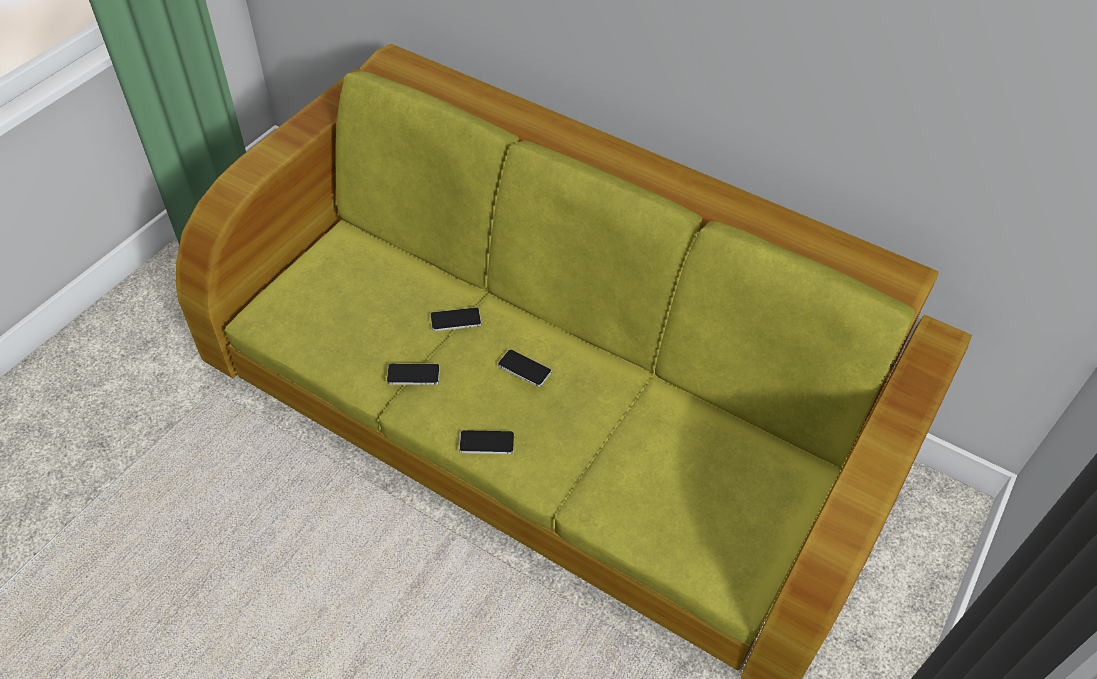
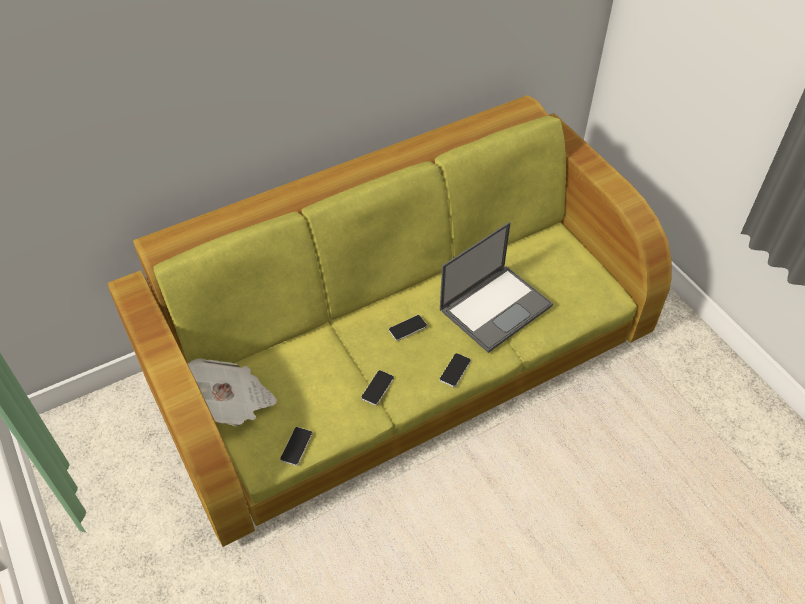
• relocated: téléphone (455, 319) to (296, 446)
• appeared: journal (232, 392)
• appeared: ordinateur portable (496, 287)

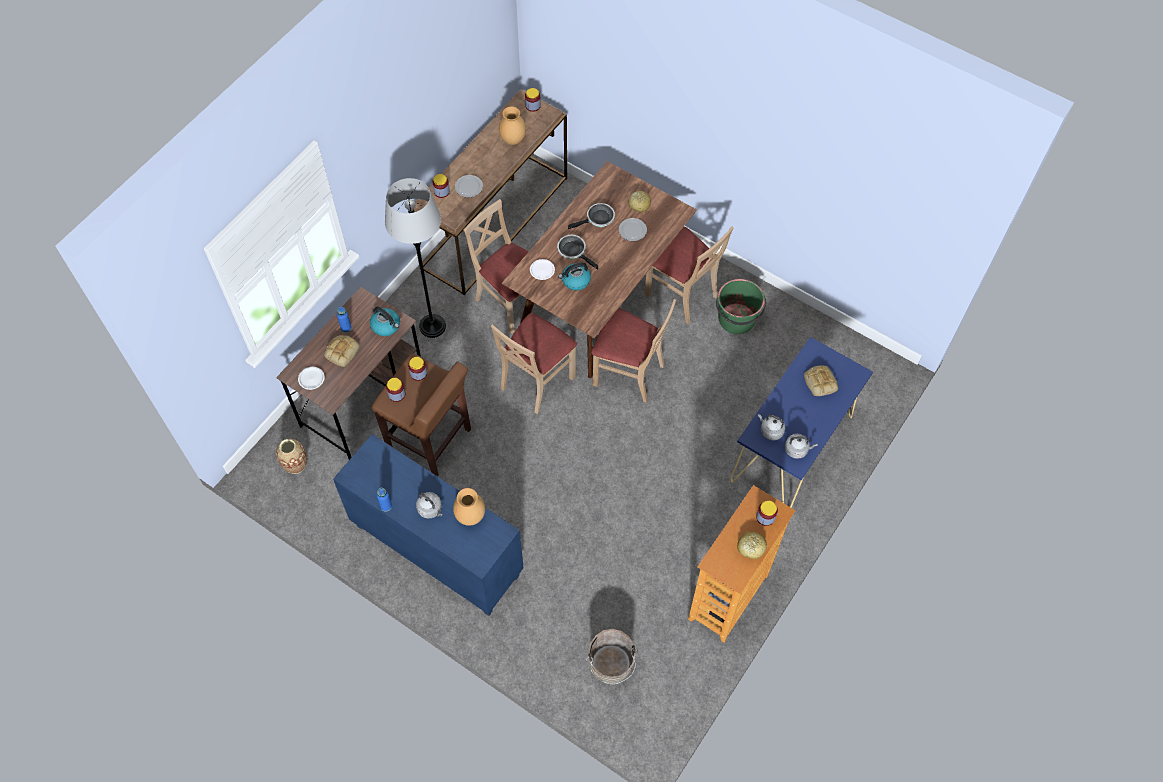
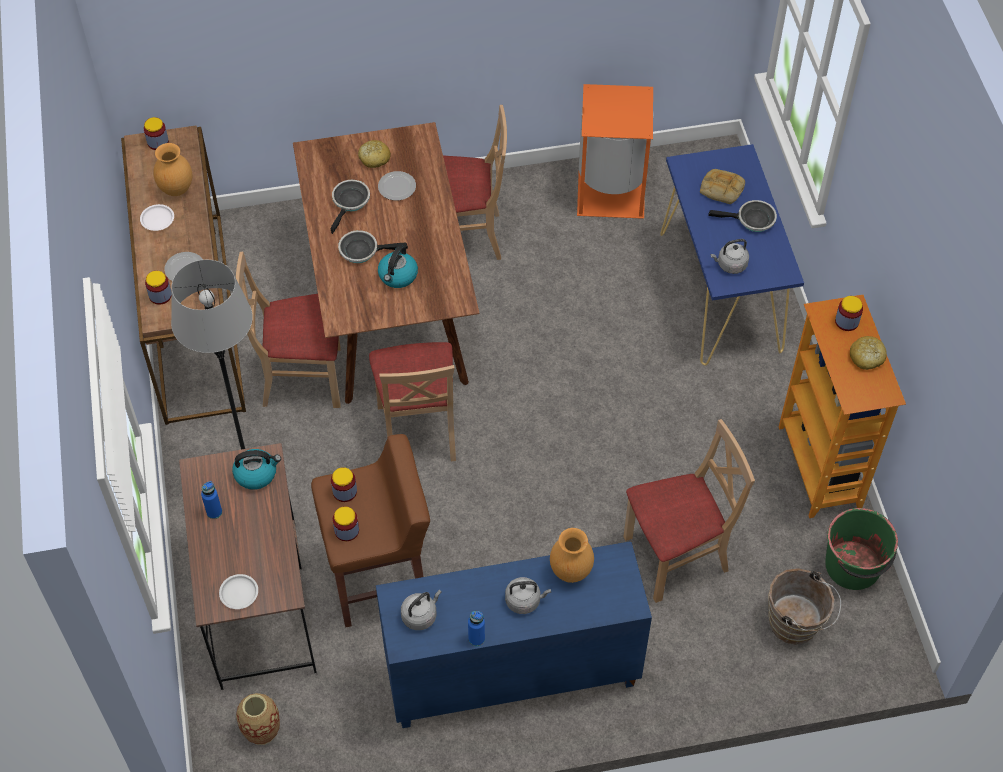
• missing: pain (342, 351)
• relocated: assiette/blanc (542, 269) to (157, 217)
• relocated: chaise/beige (633, 350) to (689, 511)
• relocated: seau/vert (741, 306) to (861, 549)
• relocated: bouilloire/gris (801, 446) to (421, 610)
• appeared: poubelle/orange (615, 151)
• appeared: poêle (742, 216)

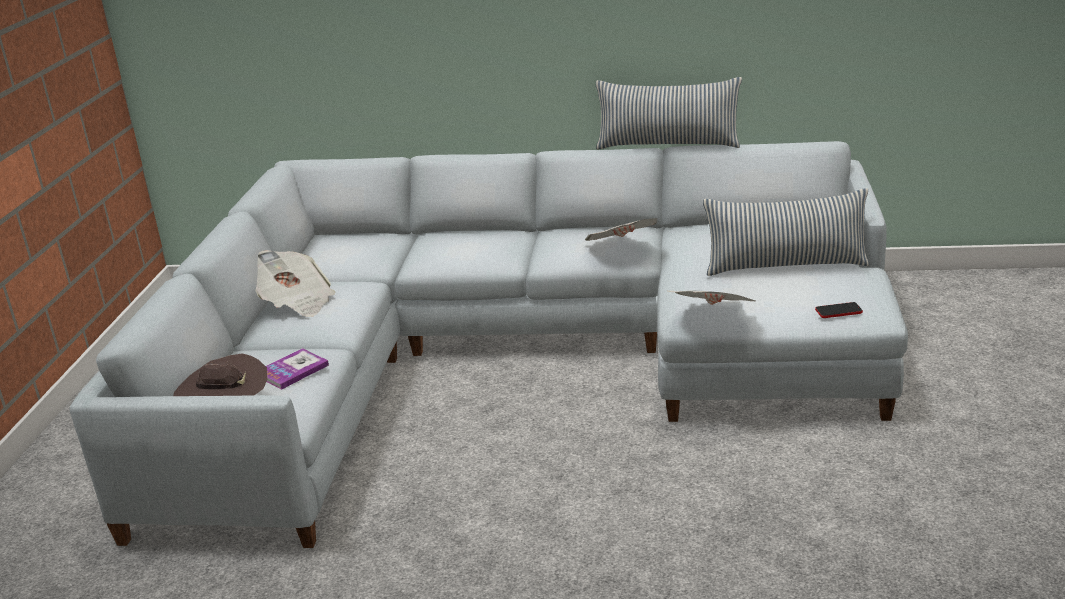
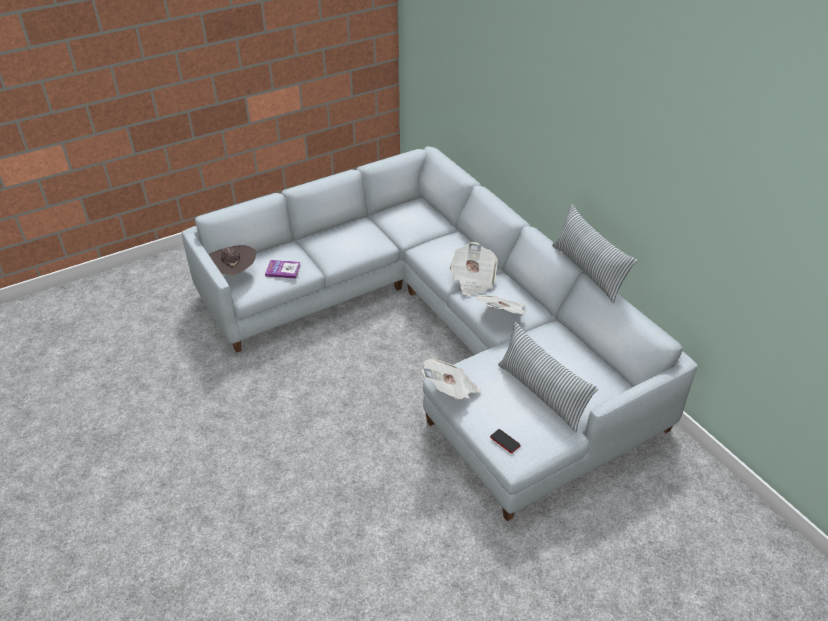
• relocated: journal (296, 283) to (474, 269)

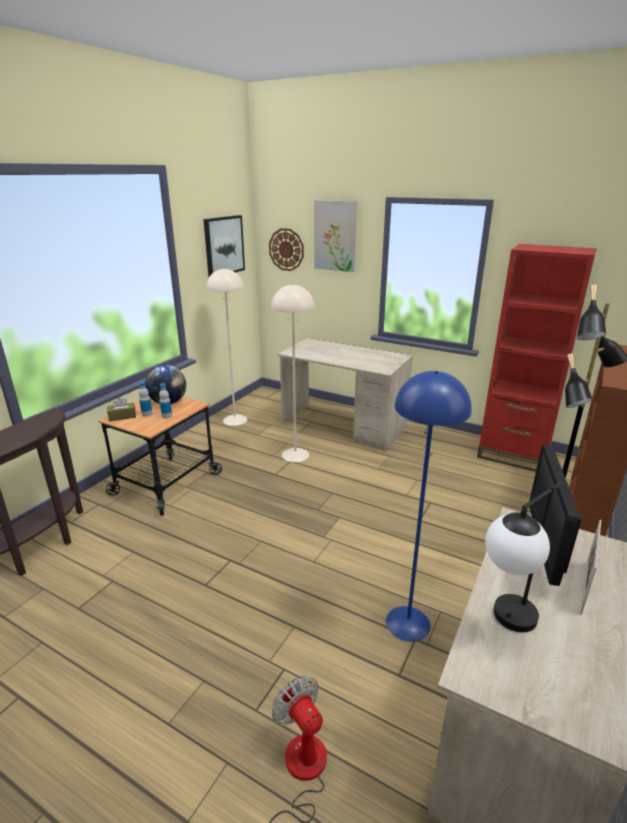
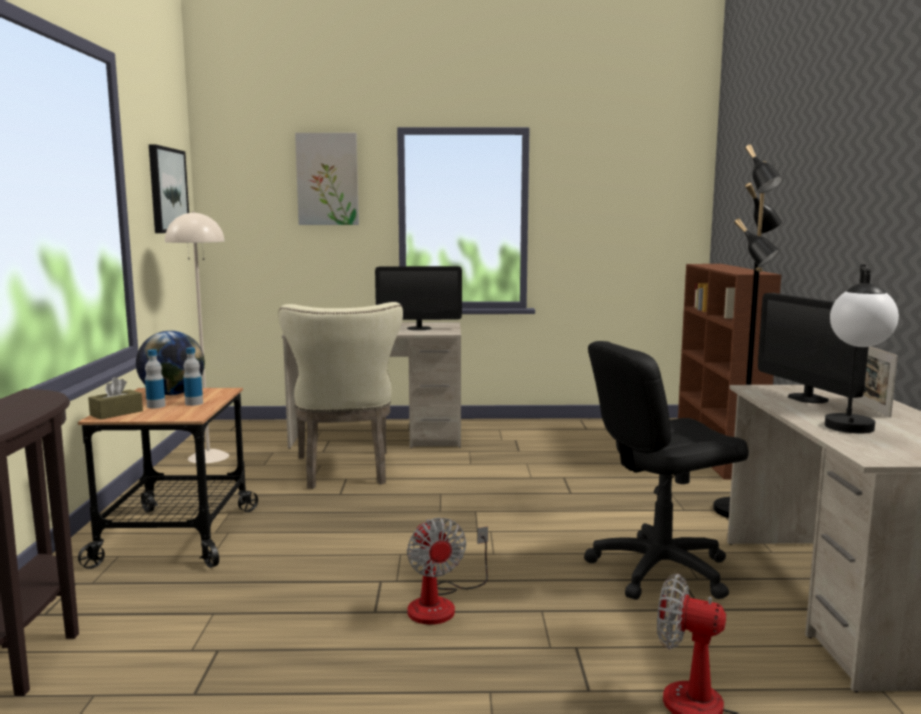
• missing: horloge murale (286, 249)
• exchanged: lampadaire/beige (292, 373) to chaise/beige (340, 395)
• exchanged: lampadaire/bleu (429, 506) to chaise de bureau/noir (666, 470)
• missing: bibliothèque/rouge (537, 358)
• appeared: écran d'ordinateur (418, 298)
• appeared: ventilateur (447, 571)

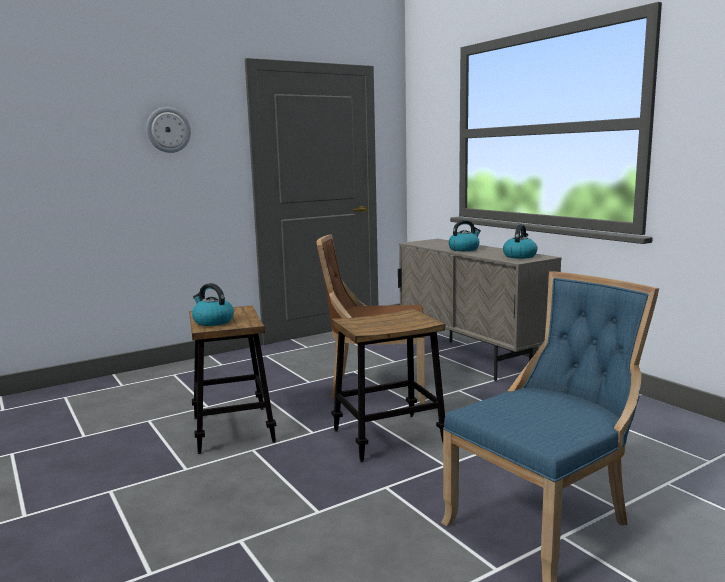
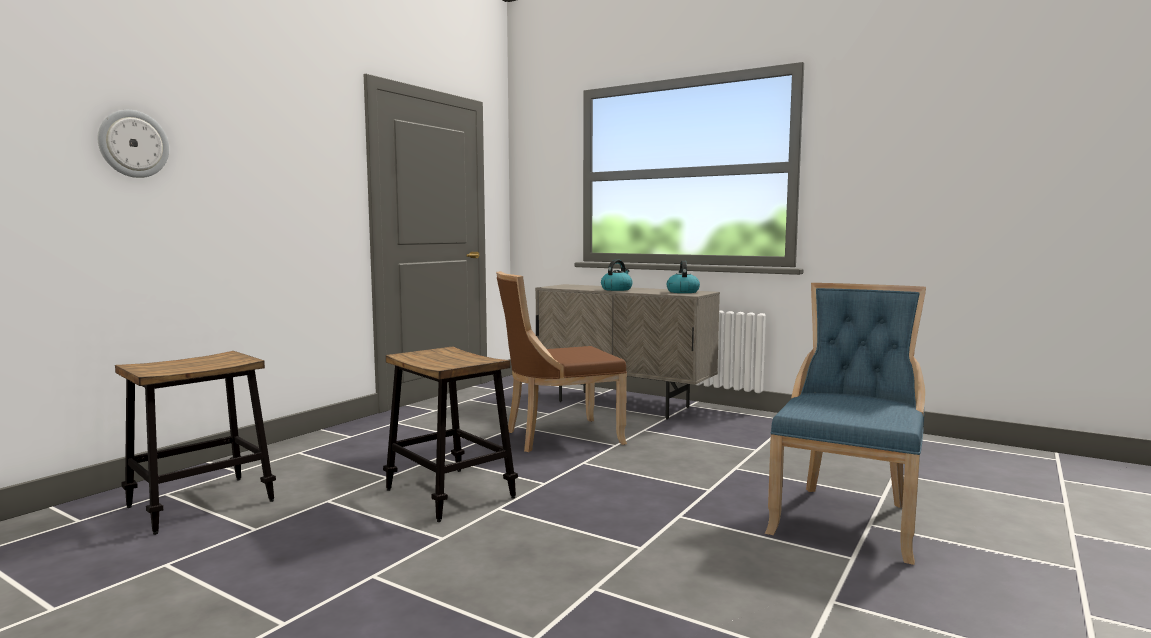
• relocated: horloge murale (168, 130) to (133, 144)
• missing: bouilloire (213, 304)
• relocated: tabouret (388, 385) to (195, 443)

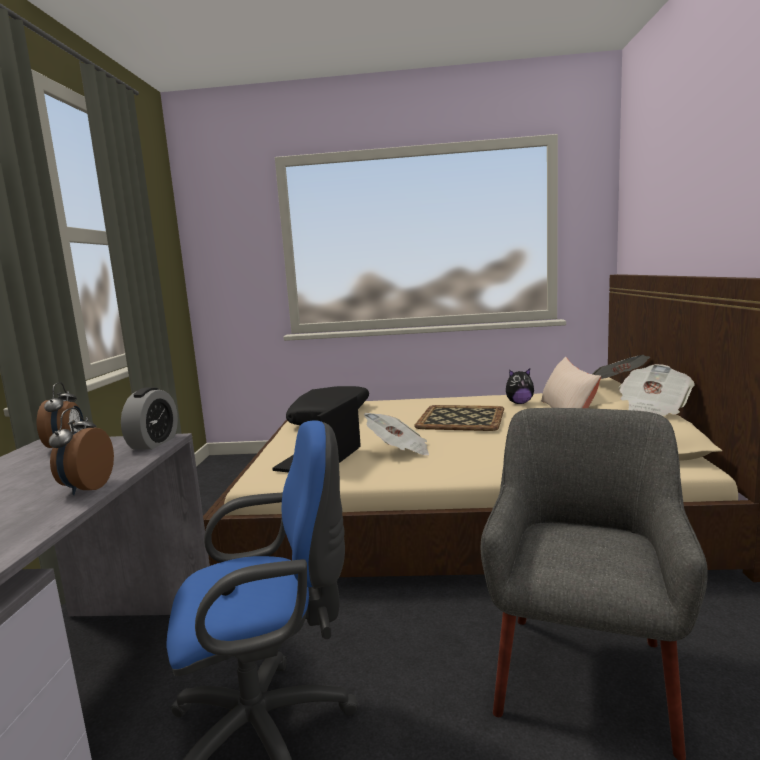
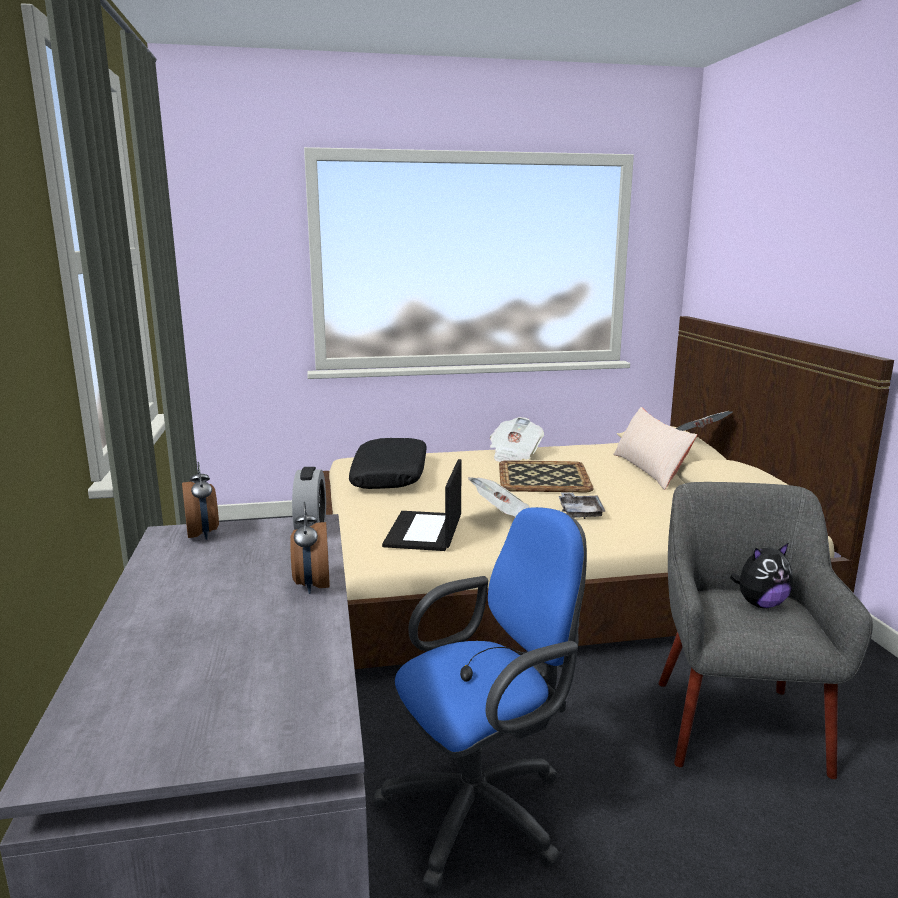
• relocated: peluche (520, 386) to (761, 575)
• relocated: journal (657, 390) to (517, 439)
• appeared: plateau/gris (582, 505)

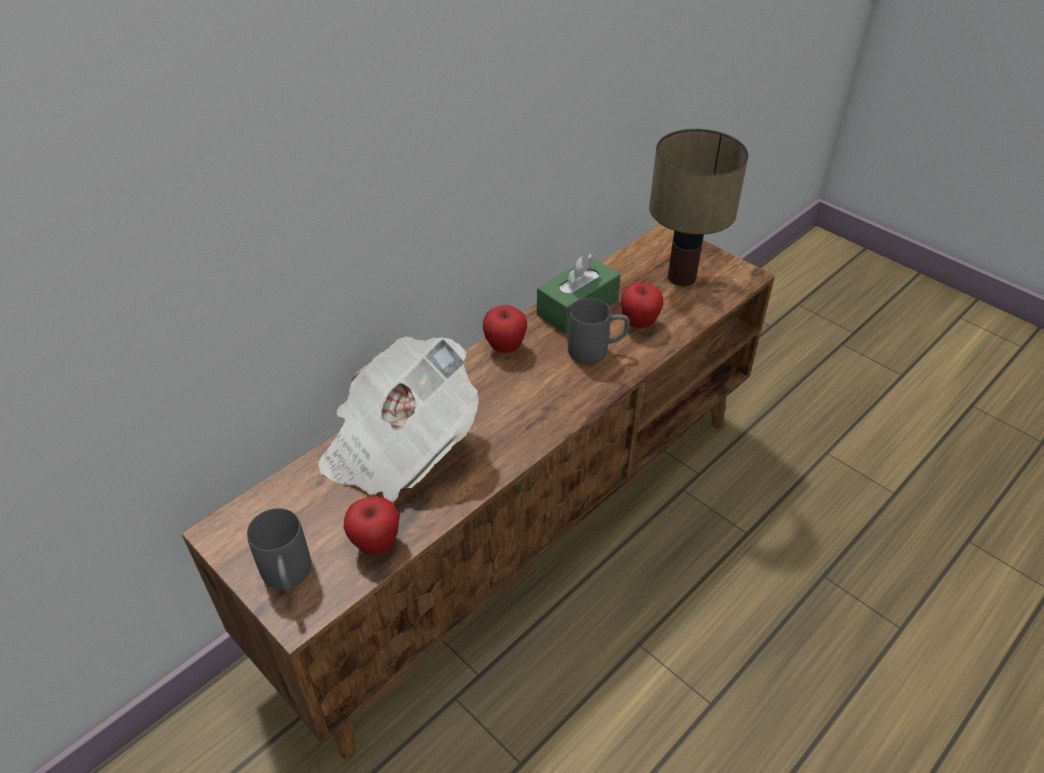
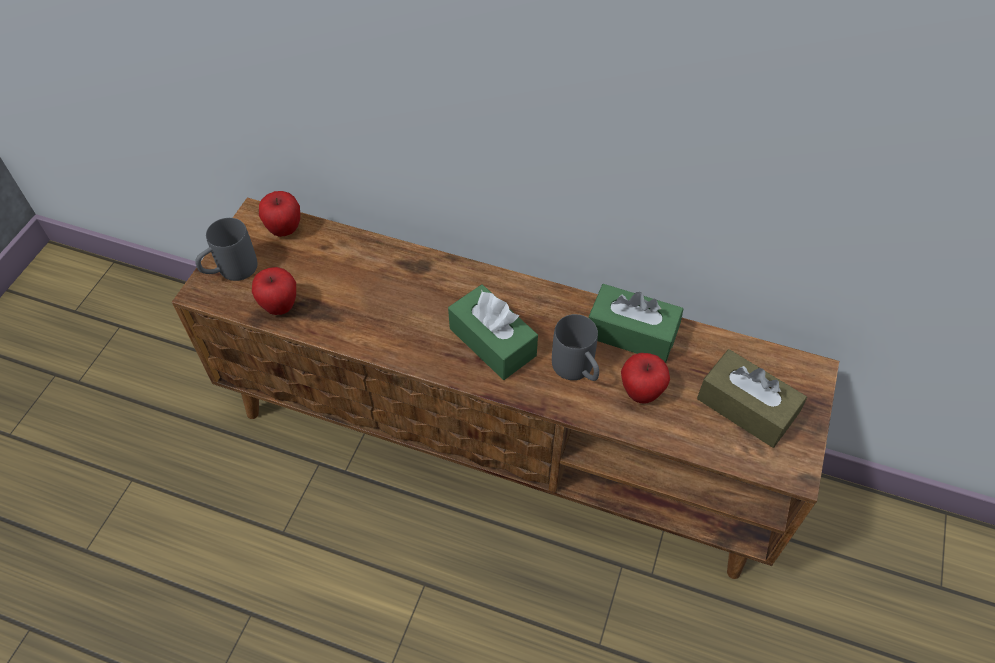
• missing: journal (398, 419)
• relocated: pomme (505, 329) to (279, 214)
• exchanged: lampe de table (699, 207) to boîte à mouchoirs/marron (752, 398)
• appeared: boîte à mouchoirs/vert (493, 332)

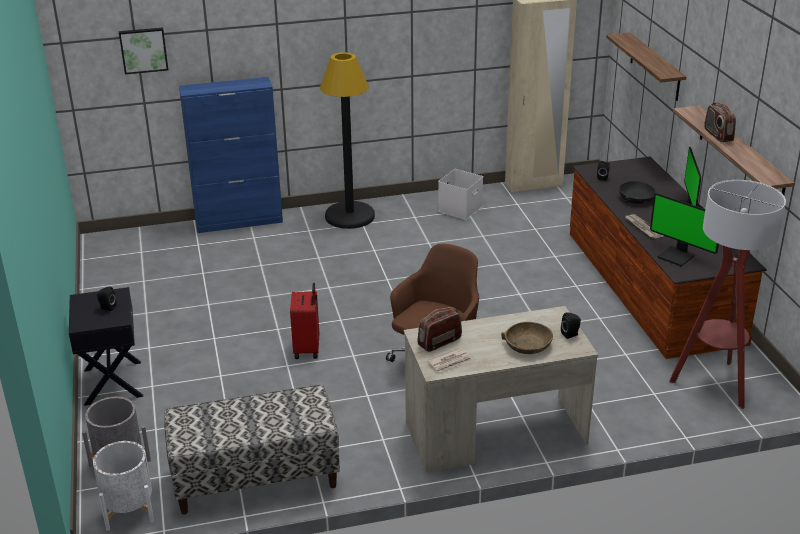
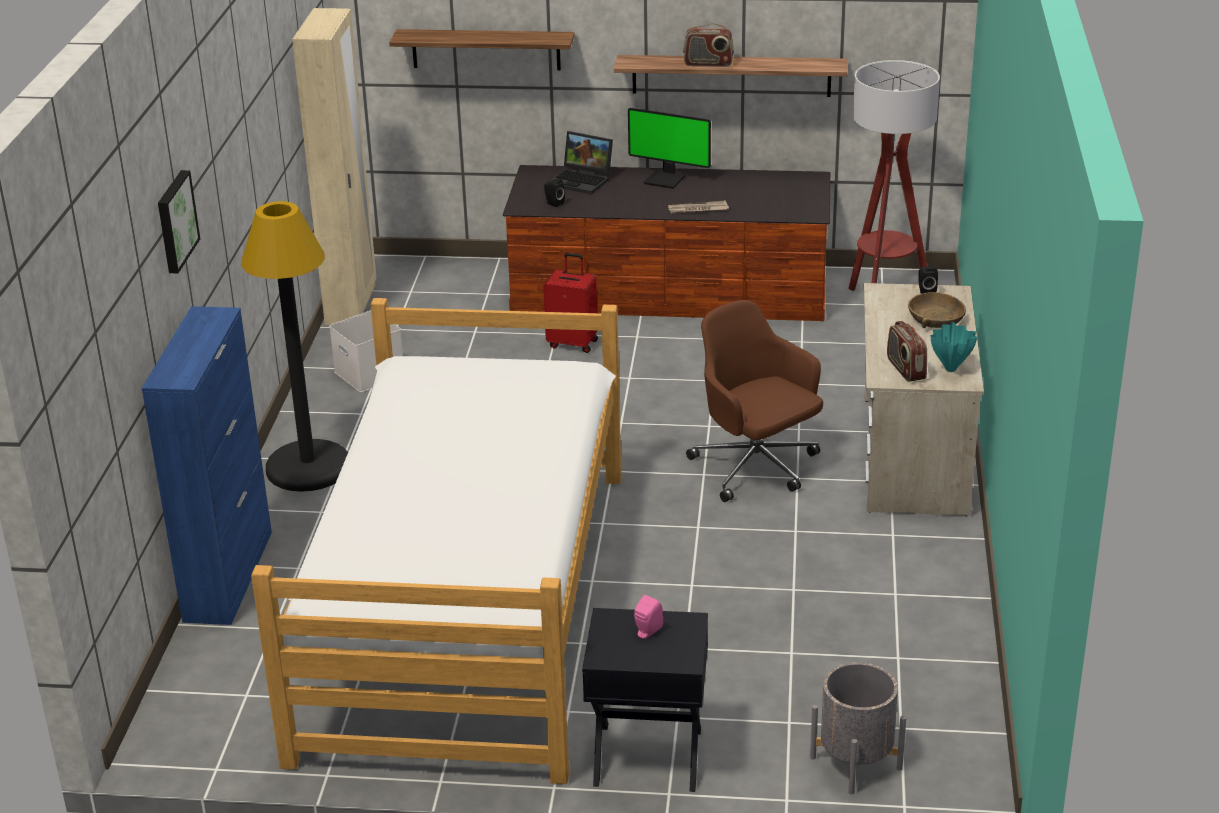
• missing: cache-pot/blanc (123, 486)
• colour: enceinte/noir (107, 299) to enceinte/rose (648, 617)
• relocated: tableau (143, 51) to (179, 221)
• missing: banc (252, 449)
• relocated: valise/rouge (304, 321) to (570, 303)
• exchanged: journal (449, 360) to vase/turquoise (954, 347)
• missing: bol/noir (637, 192)
• missing: écran d'ordinateur (684, 230)
• appeared: lit (436, 541)
• appeared: ordinateur portable (581, 163)

